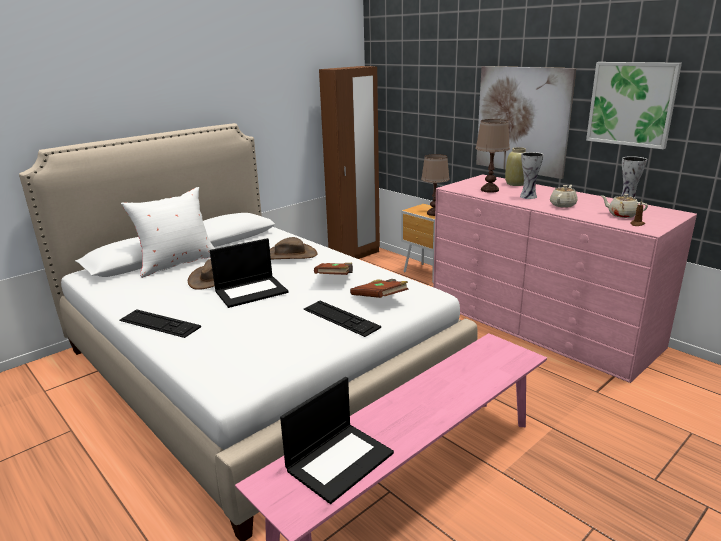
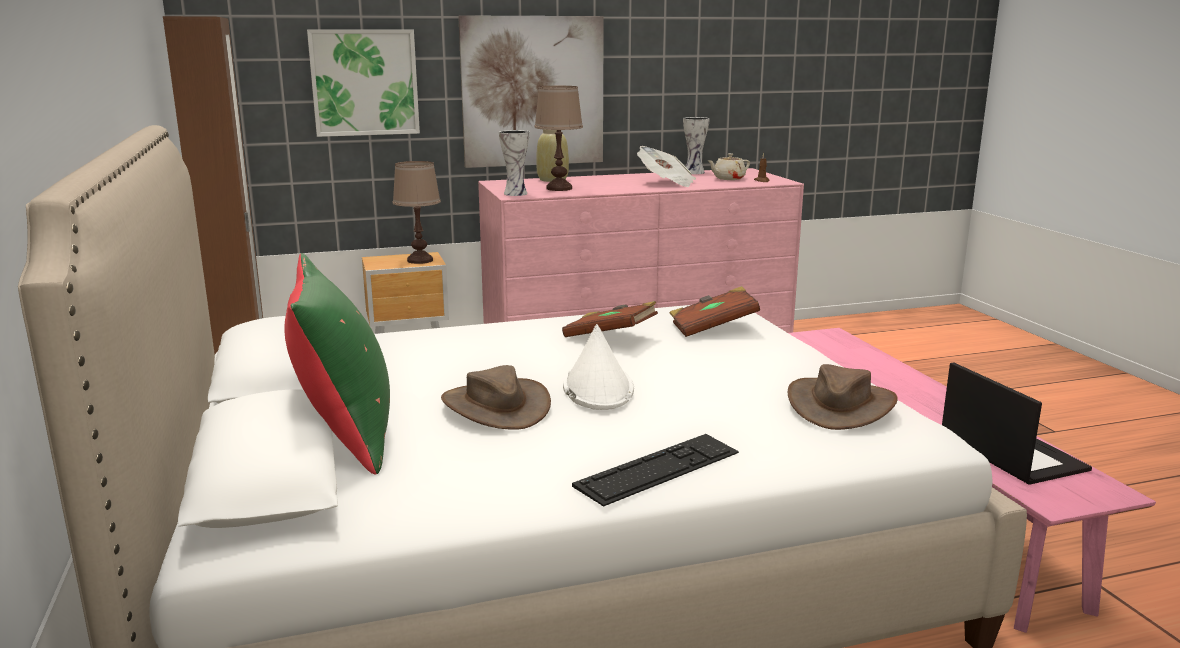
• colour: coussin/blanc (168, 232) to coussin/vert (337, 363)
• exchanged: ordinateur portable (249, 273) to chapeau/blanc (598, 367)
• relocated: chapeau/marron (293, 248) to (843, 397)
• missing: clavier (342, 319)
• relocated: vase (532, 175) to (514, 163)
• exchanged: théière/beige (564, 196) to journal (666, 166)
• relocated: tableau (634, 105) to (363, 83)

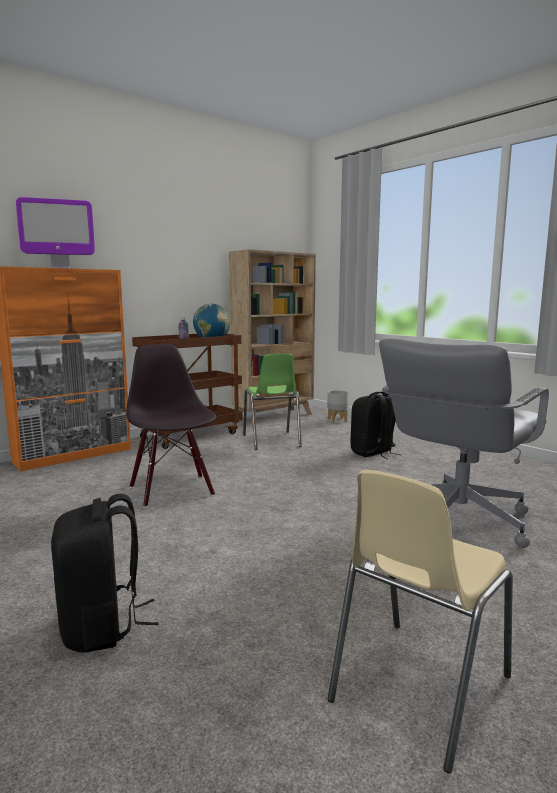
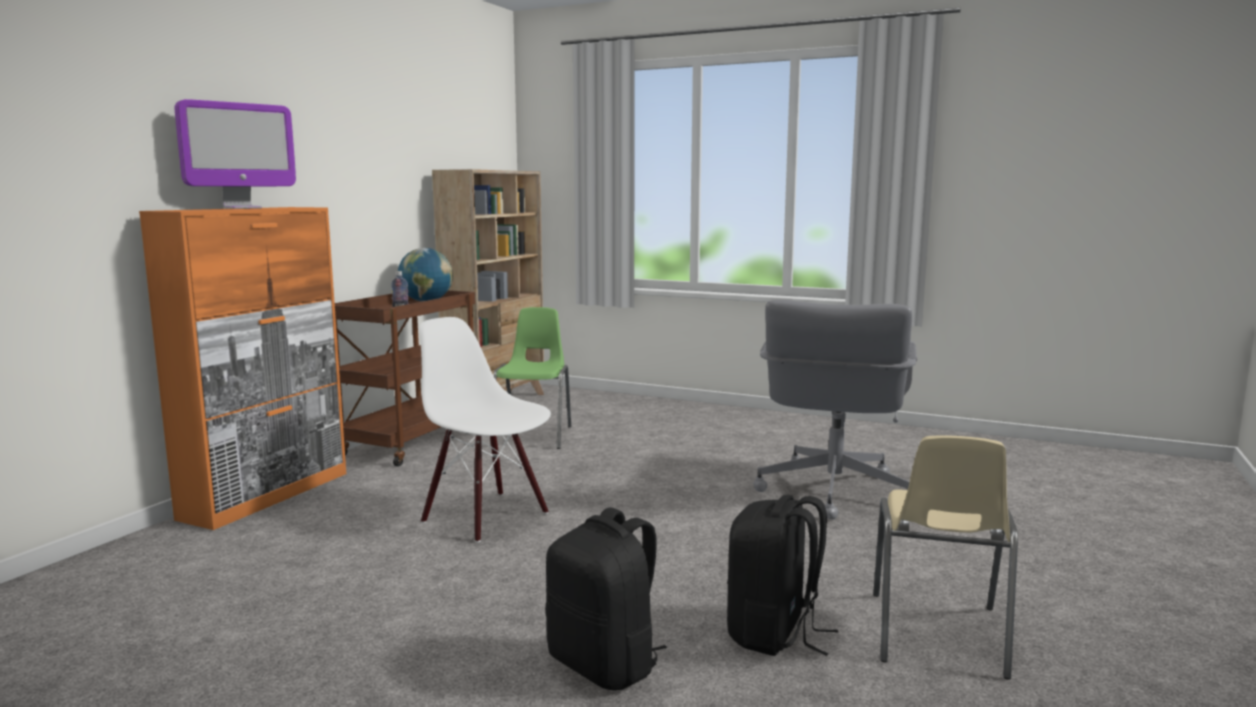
• colour: chaise/noir (171, 426) to chaise/blanc (485, 430)
• spun: chaise/vert (272, 401) = (532, 378) 135 degrees counterclockwise
• missing: cache-pot/gris (338, 406)
• relocated: sac à dos/noir (375, 425) to (782, 575)

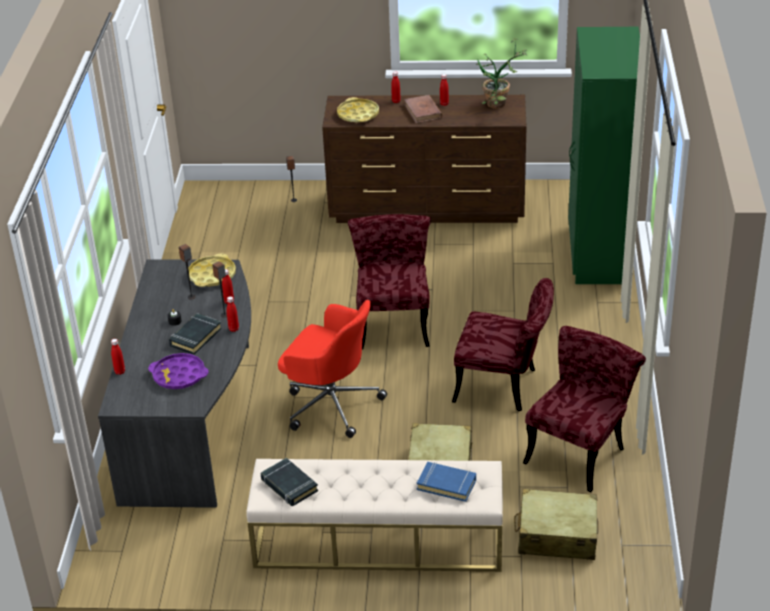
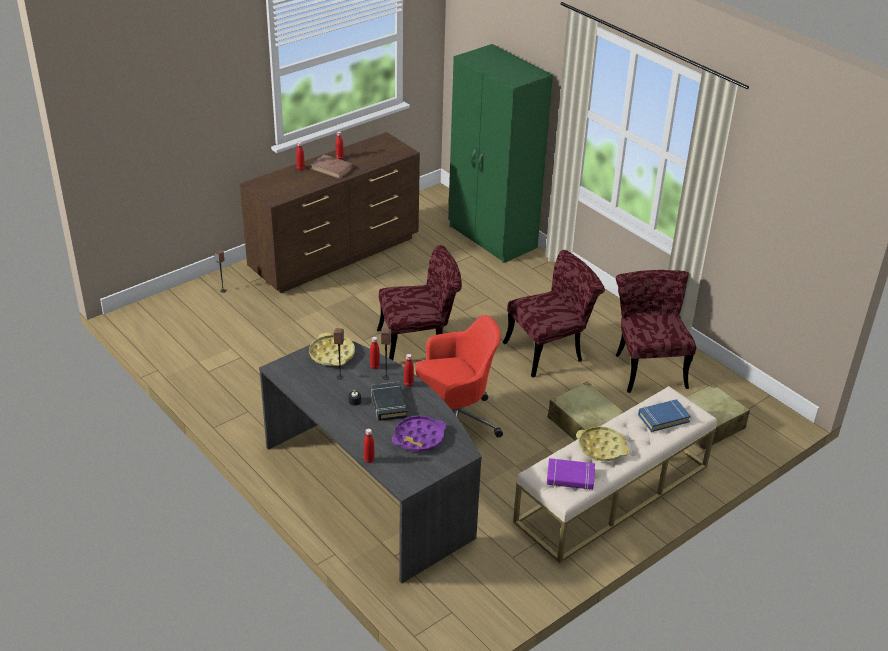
• colour: livre/noir (289, 482) to livre/violet (571, 474)
• relocated: plateau/jaune (358, 109) to (603, 443)
• spun: chaise/rouge (389, 281) = (419, 302) 120 degrees clockwise
• missing: plante en pot (501, 73)

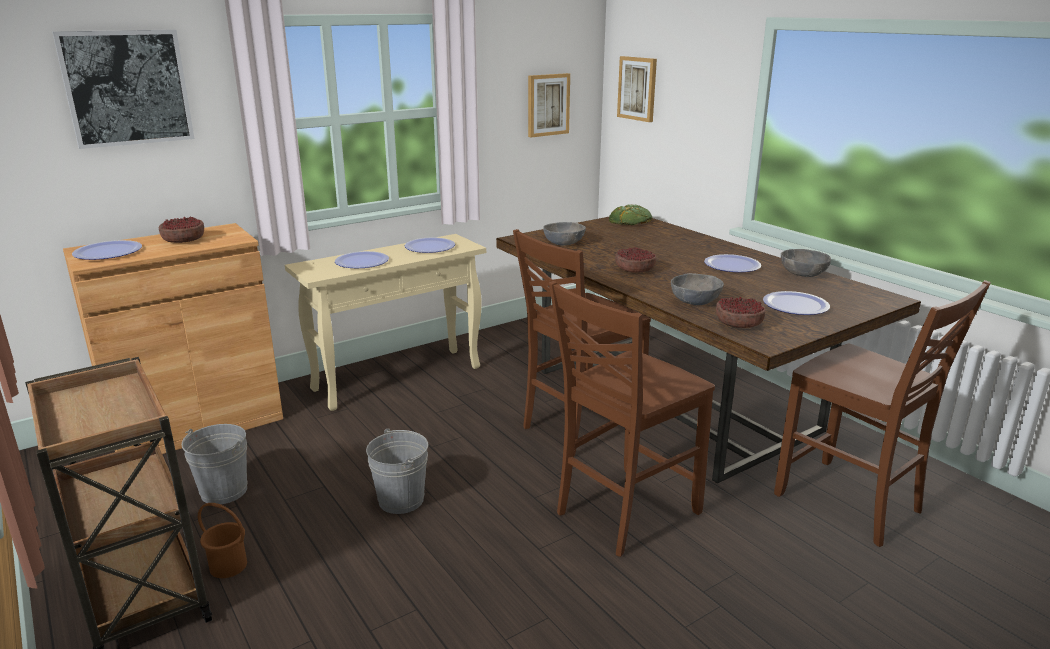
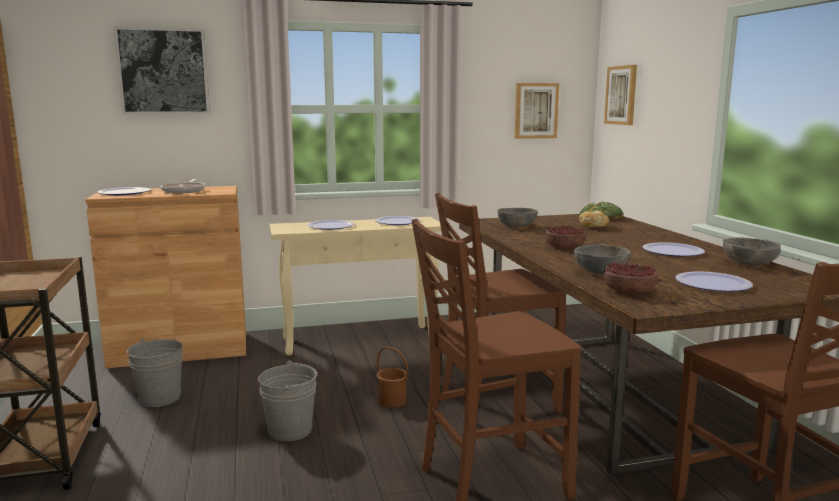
• exchanged: bol (181, 230) to poêle (183, 186)
• relocated: seau/marron (222, 540) to (393, 377)
• appeared: pain (594, 219)

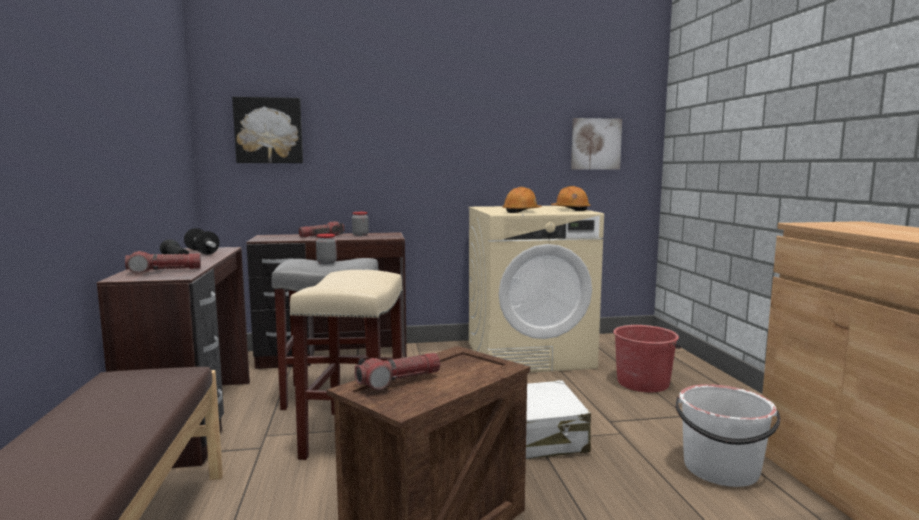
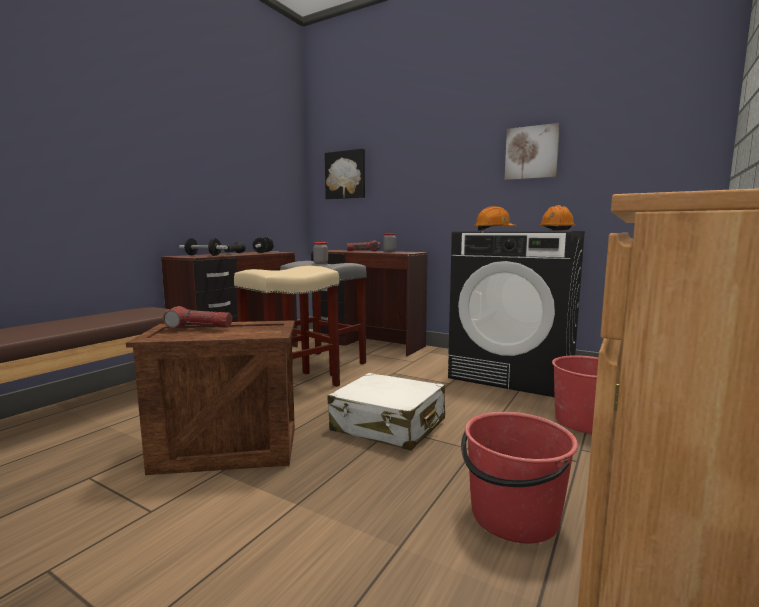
• exchanged: lampe de poche (163, 262) to haltère (203, 247)
• colour: lave-linge/beige (536, 289) to lave-linge/noir (516, 314)
• relocated: tableau (596, 144) to (532, 151)
• colour: seau/blanc (728, 435) to seau/rouge (519, 478)

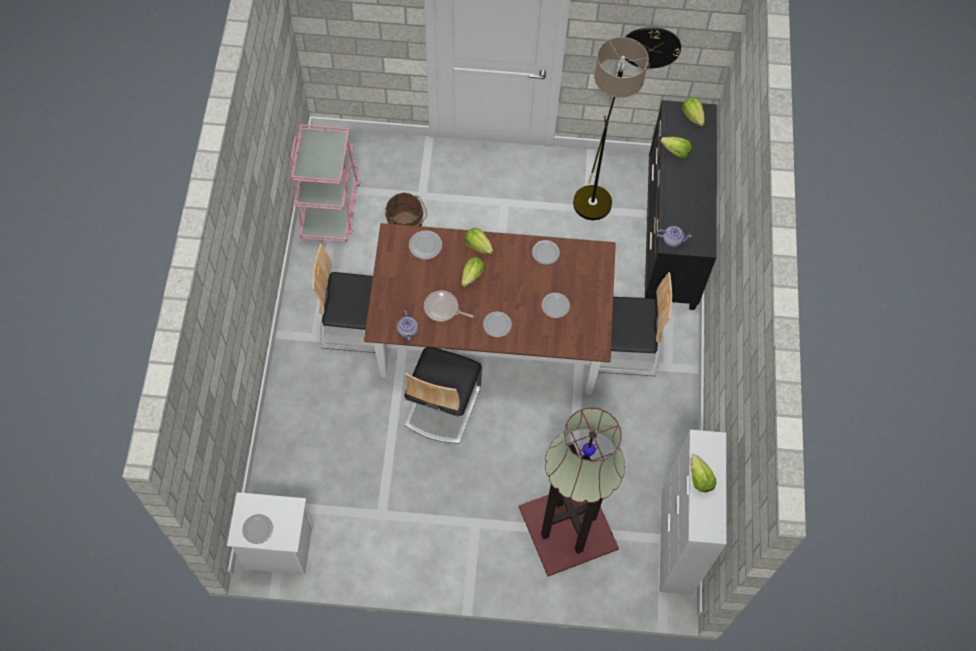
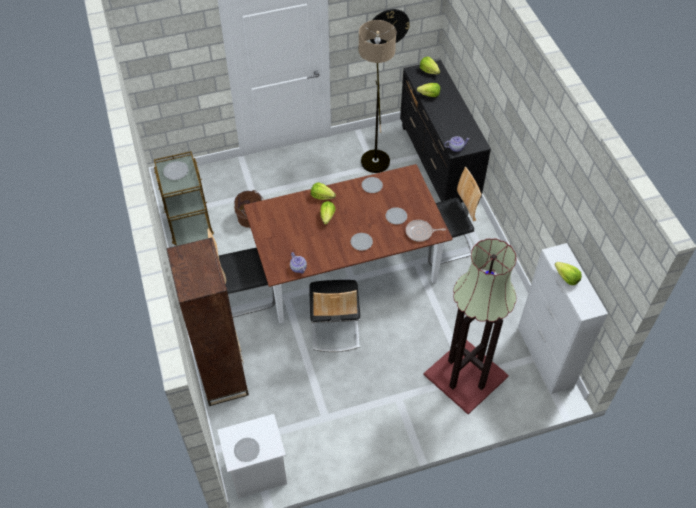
• colour: chariot/rose (325, 183) to chariot/marron (184, 198)
• relocated: assiette (425, 245) to (176, 170)
• relocated: poêle (449, 306) to (426, 231)
• appeared: bibliothèque/marron (207, 321)

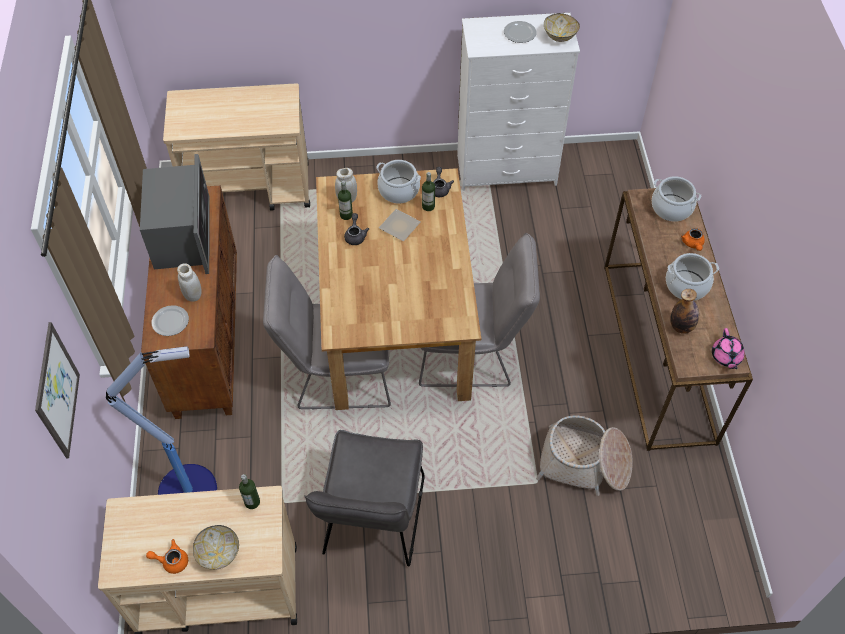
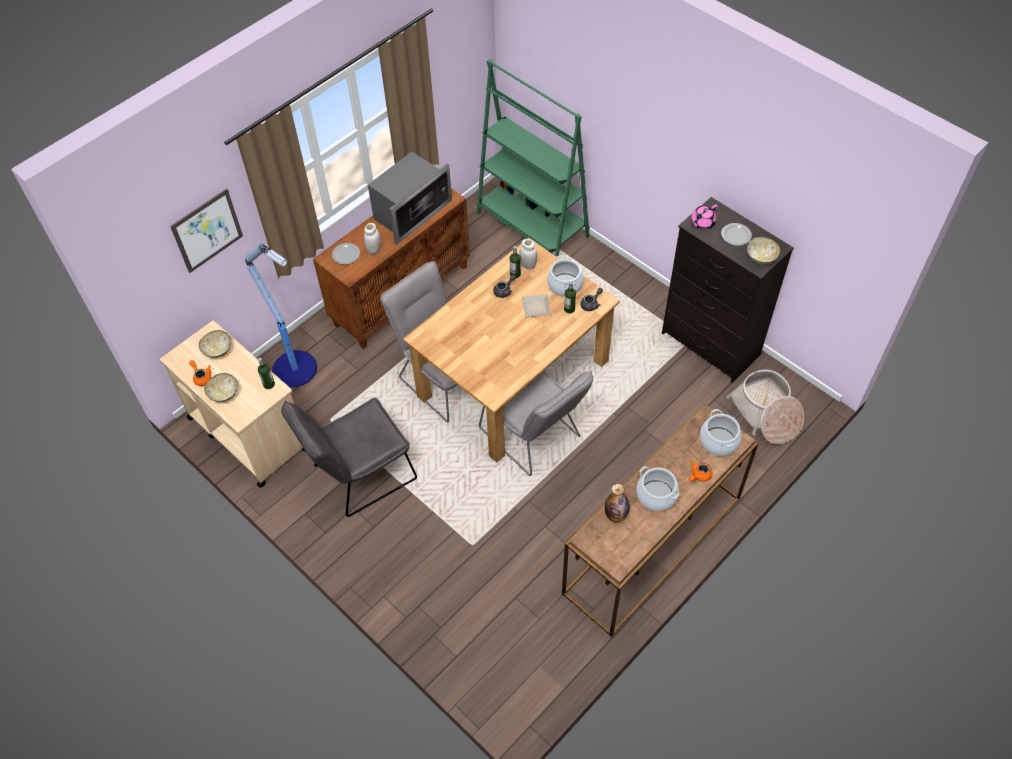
• exchanged: chariot/beige (236, 147) to bibliothèque/vert (533, 158)
• colour: commode/blanc (518, 102) to commode/noir (728, 290)
• relocated: panier (584, 455) to (765, 407)
• relocated: théière/rose (728, 348) to (704, 216)
• appeared: bol (215, 344)

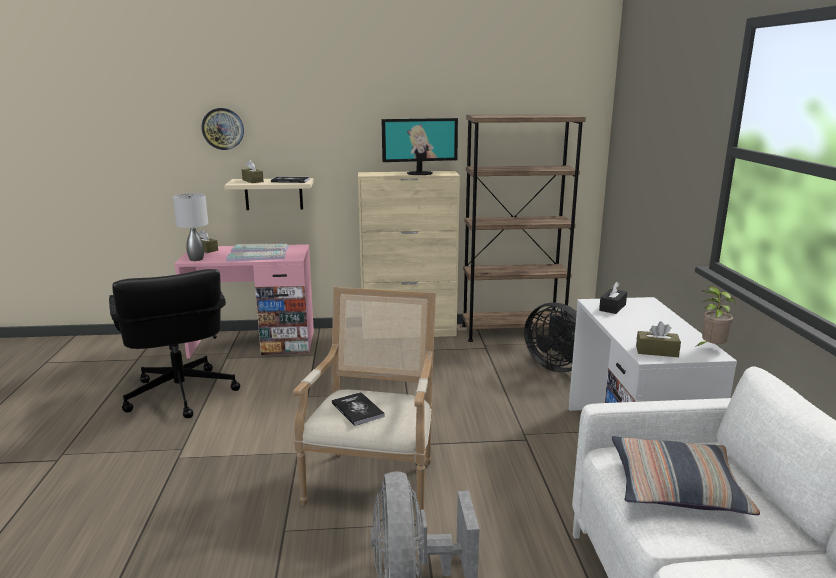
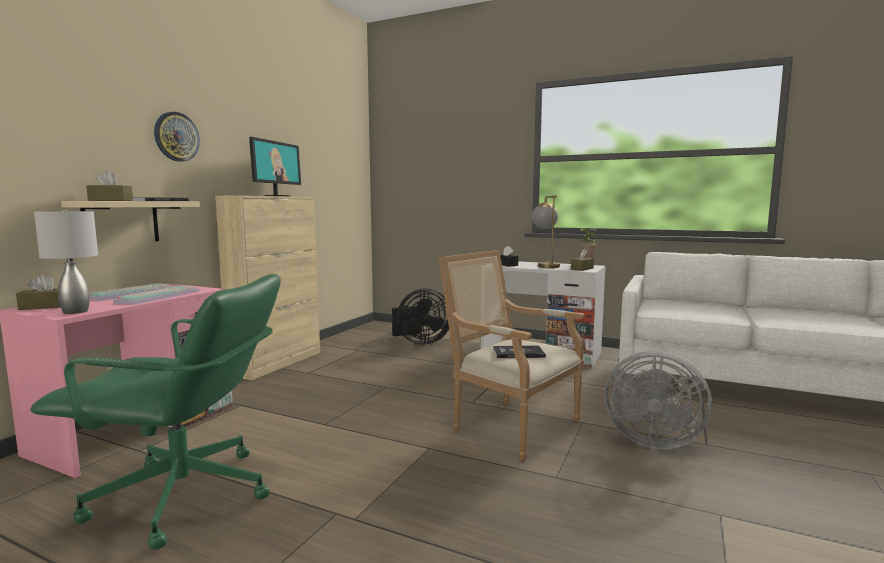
• colour: chaise de bureau/noir (174, 343) to chaise de bureau/vert (155, 412)
• relocated: horloge murale (223, 129) to (177, 137)
• missing: bibliothèque/marron (524, 228)
• missing: coussin (686, 475)
• appeared: lampe de table (546, 231)

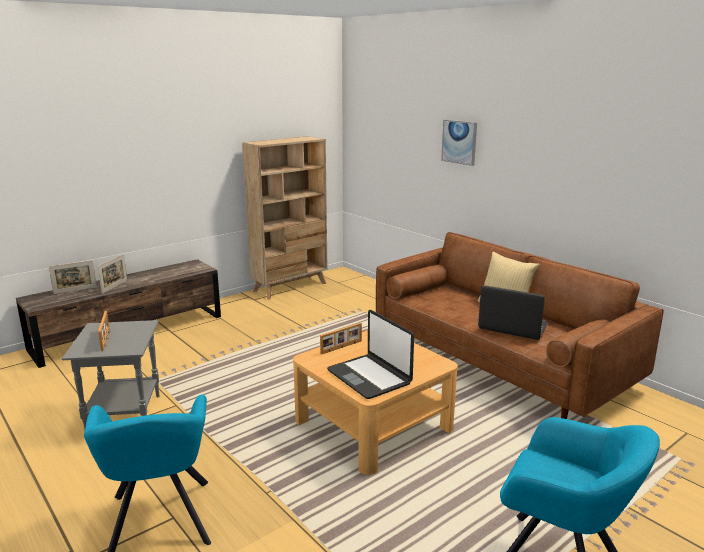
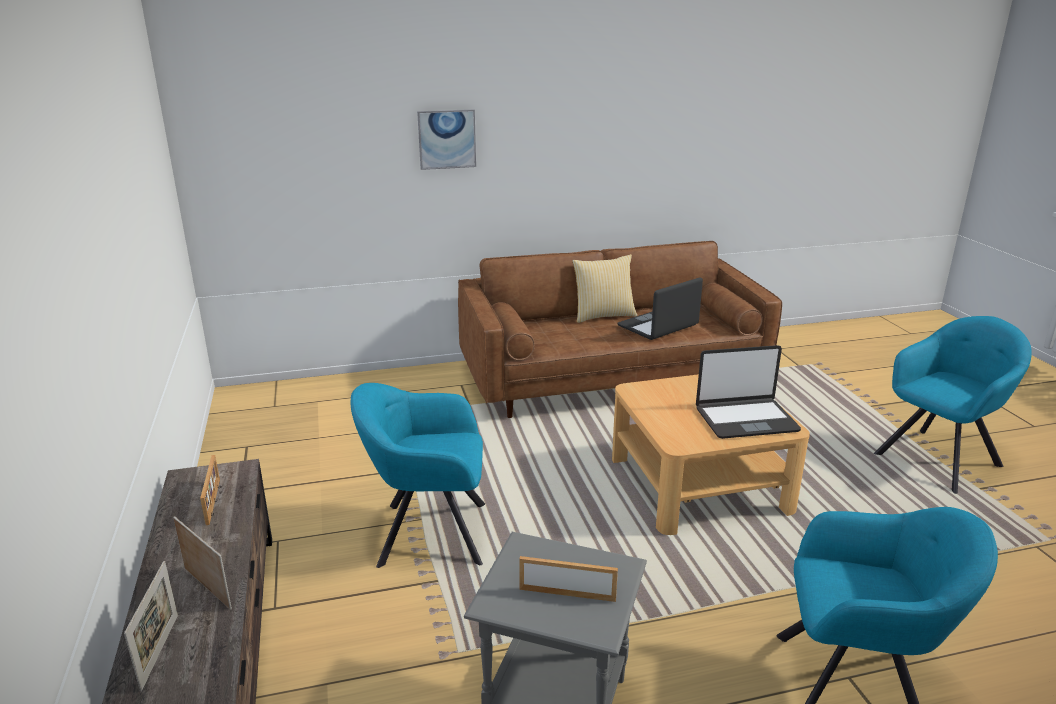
• missing: bibliothèque/beige (285, 217)
• relocated: cadre photo (341, 339) to (210, 490)
• appeared: fauteuil/turquoise (418, 475)

